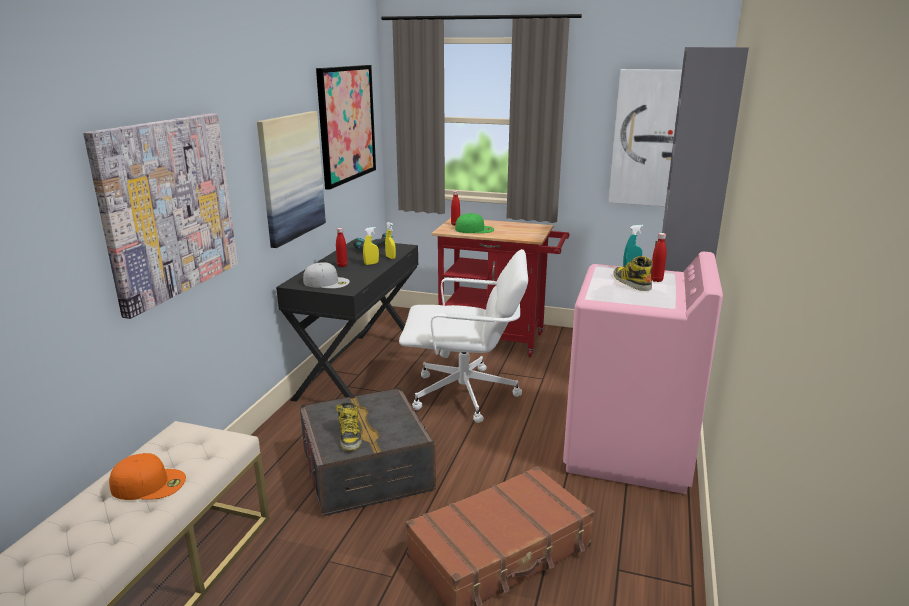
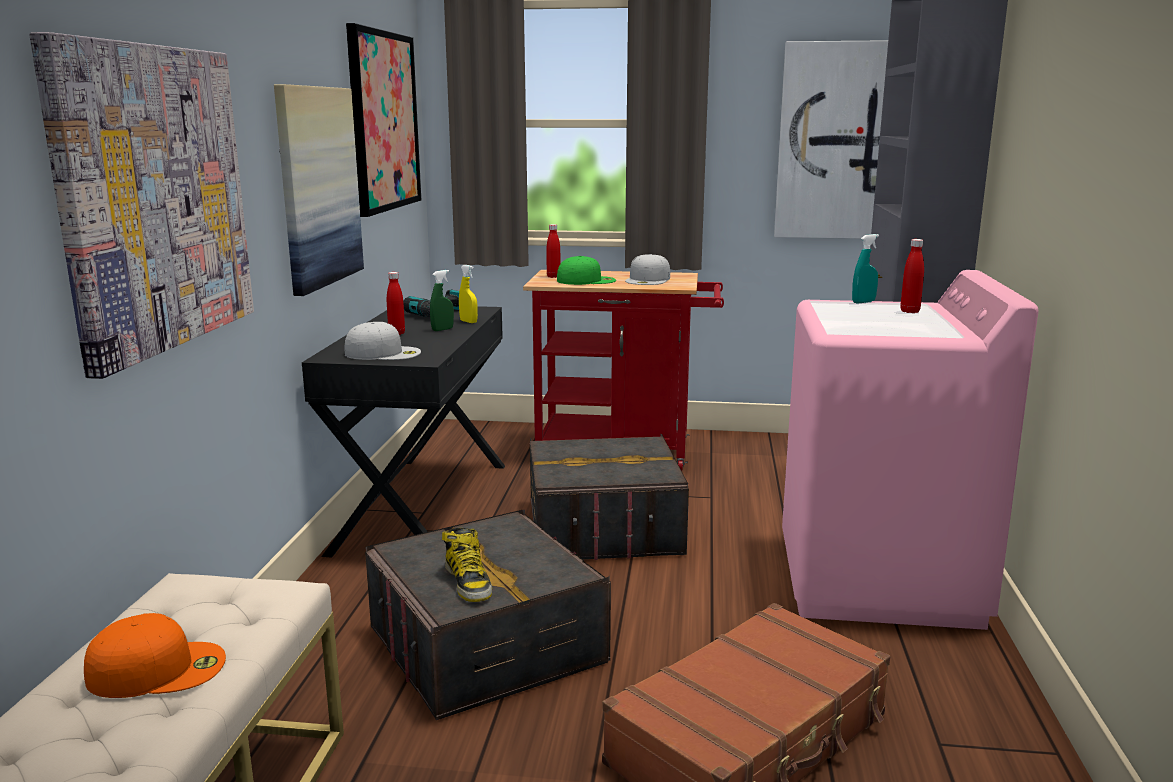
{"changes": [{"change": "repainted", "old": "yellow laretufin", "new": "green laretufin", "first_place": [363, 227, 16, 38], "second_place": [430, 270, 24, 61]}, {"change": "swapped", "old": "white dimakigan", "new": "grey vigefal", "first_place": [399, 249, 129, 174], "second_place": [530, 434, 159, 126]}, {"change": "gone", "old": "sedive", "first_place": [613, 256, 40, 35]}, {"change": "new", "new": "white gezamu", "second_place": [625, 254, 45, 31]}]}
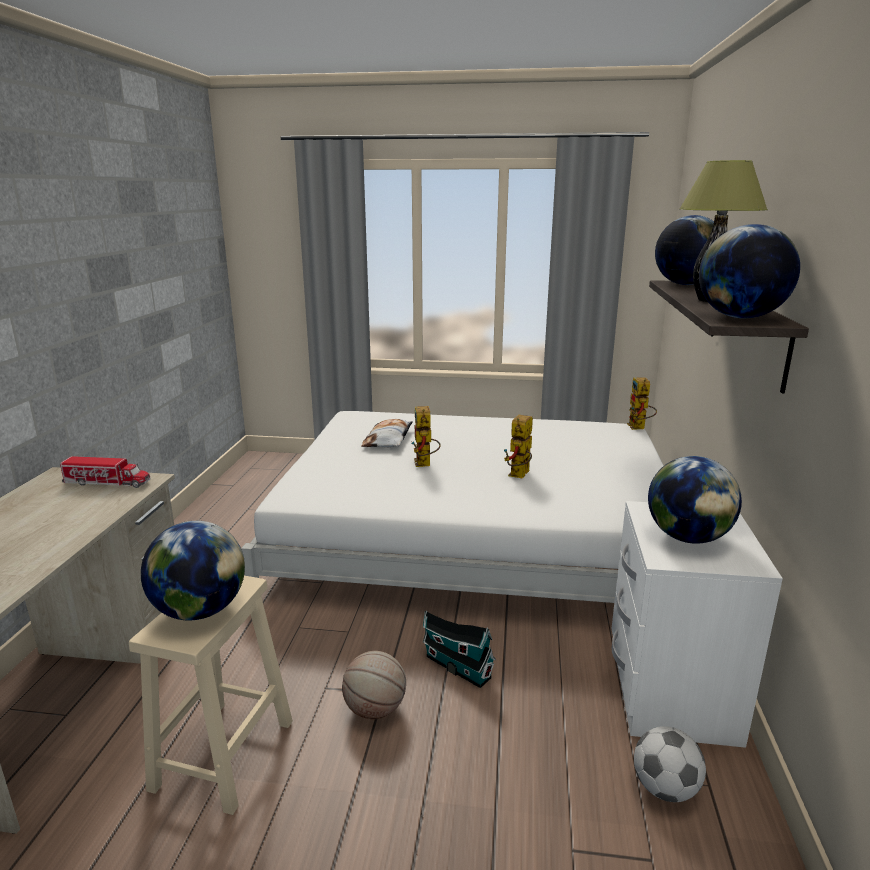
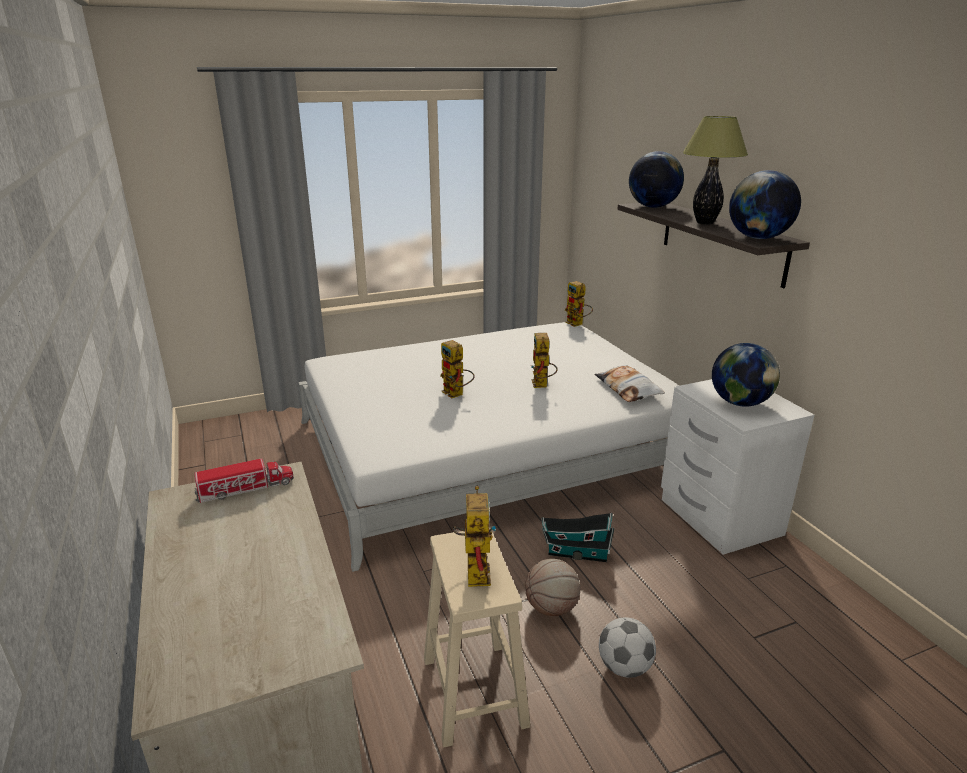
{"changes": [{"change": "shifted", "old": "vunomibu", "first_place": [361, 419, 52, 28], "second_place": [595, 365, 70, 37]}, {"change": "swapped", "old": "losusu", "new": "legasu", "first_place": [141, 521, 104, 99], "second_place": [452, 486, 44, 101]}, {"change": "shifted", "old": "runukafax", "first_place": [634, 726, 72, 76], "second_place": [599, 617, 57, 60]}]}
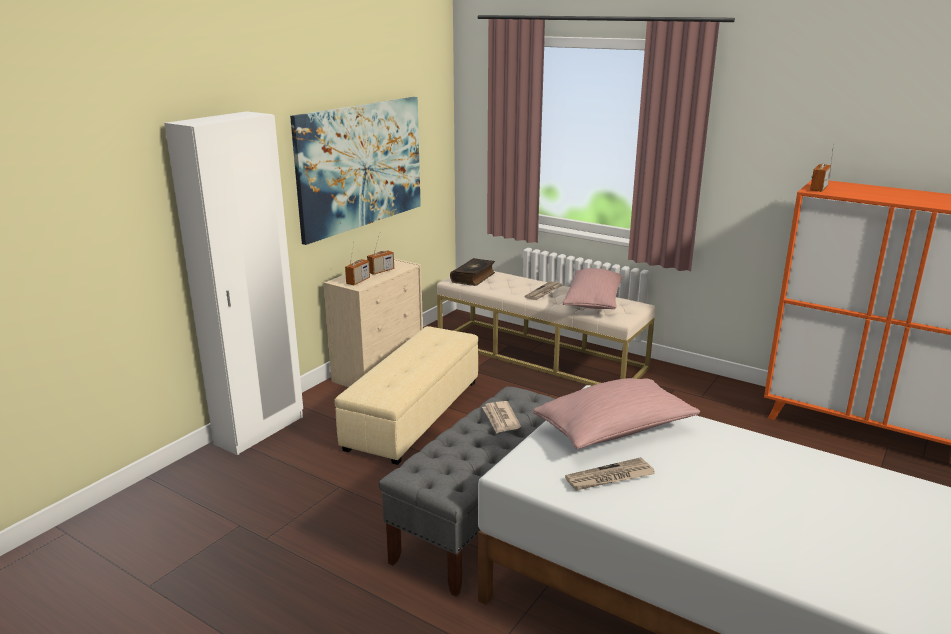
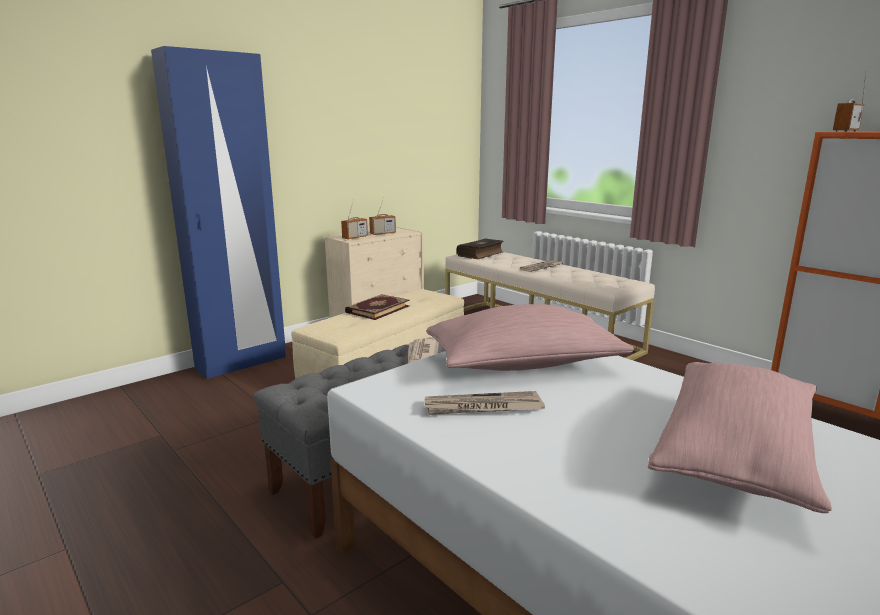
{"changes": [{"change": "gone", "old": "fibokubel", "first_place": [290, 97, 131, 148]}, {"change": "repainted", "old": "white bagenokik", "new": "blue bagenokik", "first_place": [164, 111, 139, 344], "second_place": [151, 46, 135, 333]}, {"change": "shifted", "old": "pink vunomibu", "first_place": [563, 268, 59, 41], "second_place": [648, 362, 184, 151]}, {"change": "new", "new": "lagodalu", "second_place": [345, 294, 65, 26]}]}
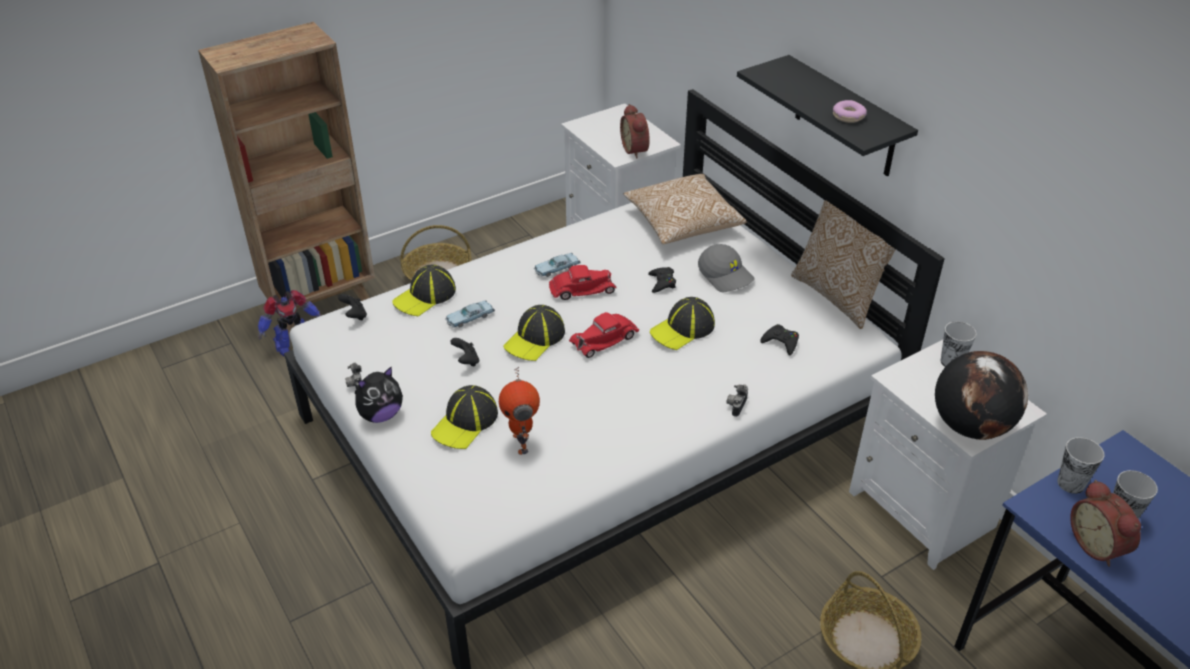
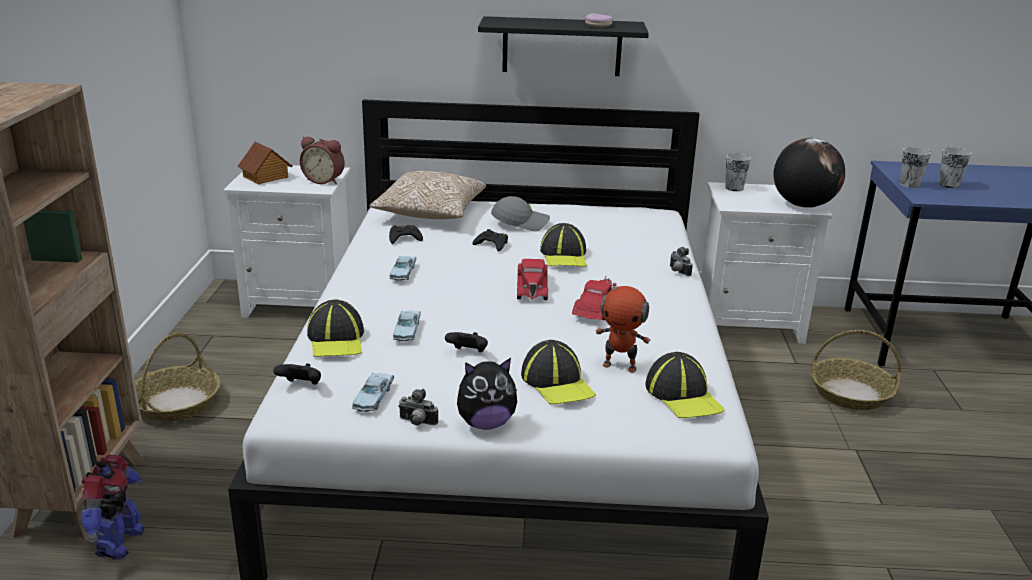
{"changes": [{"change": "gone", "old": "vunomibu", "first_place": [791, 200, 105, 129]}, {"change": "shifted", "old": "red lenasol", "first_place": [549, 265, 67, 35], "second_place": [572, 279, 48, 41]}, {"change": "shifted", "old": "gezamu", "first_place": [504, 305, 61, 56], "second_place": [646, 352, 79, 66]}, {"change": "shifted", "old": "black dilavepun", "first_place": [760, 324, 39, 31], "second_place": [389, 225, 34, 19]}, {"change": "rotated", "old": "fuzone", "first_place": [355, 367, 48, 56], "second_place": [457, 358, 60, 72], "degrees": 75}, {"change": "gone", "old": "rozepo", "first_place": [1070, 480, 71, 87]}, {"change": "new", "new": "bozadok", "second_place": [238, 141, 54, 43]}, {"change": "new", "new": "blue lenasol", "second_place": [352, 373, 42, 39]}]}
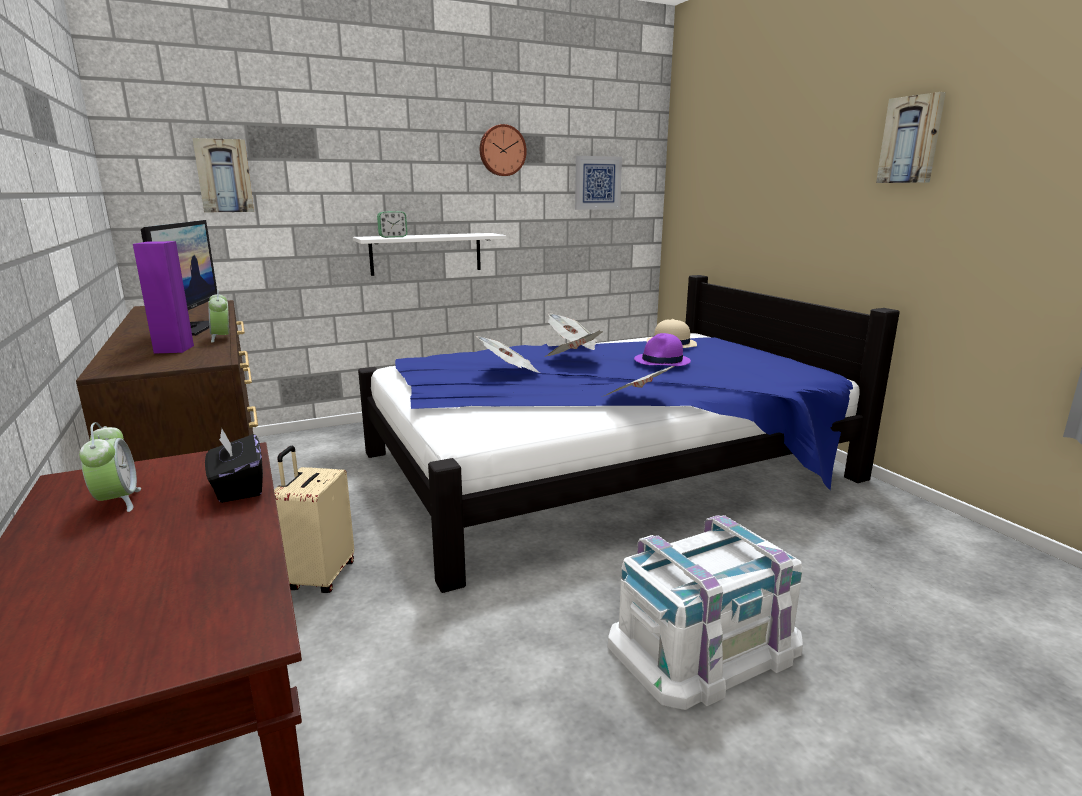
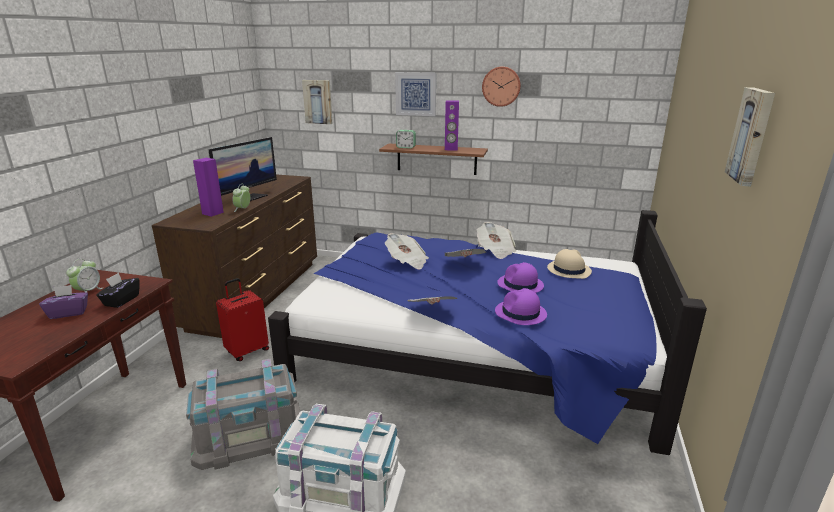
{"changes": [{"change": "shifted", "old": "fibokubel", "first_place": [575, 156, 47, 54], "second_place": [395, 72, 41, 44]}, {"change": "repainted", "old": "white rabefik", "new": "brown rabefik", "first_place": [353, 233, 154, 43], "second_place": [379, 143, 109, 32]}, {"change": "repainted", "old": "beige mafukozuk", "new": "red mafukozuk", "first_place": [274, 446, 80, 147], "second_place": [216, 278, 53, 83]}, {"change": "new", "new": "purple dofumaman", "second_place": [445, 100, 14, 51]}, {"change": "new", "new": "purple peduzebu", "second_place": [39, 285, 49, 34]}, {"change": "new", "new": "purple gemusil", "second_place": [495, 288, 52, 37]}, {"change": "new", "new": "grey vigefal", "second_place": [186, 358, 114, 112]}]}
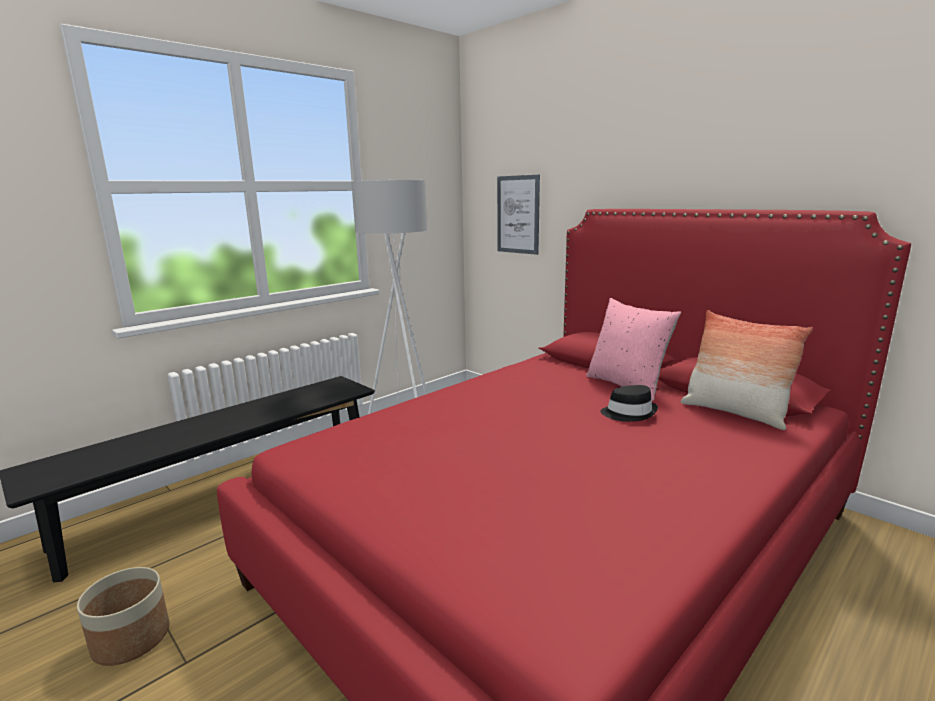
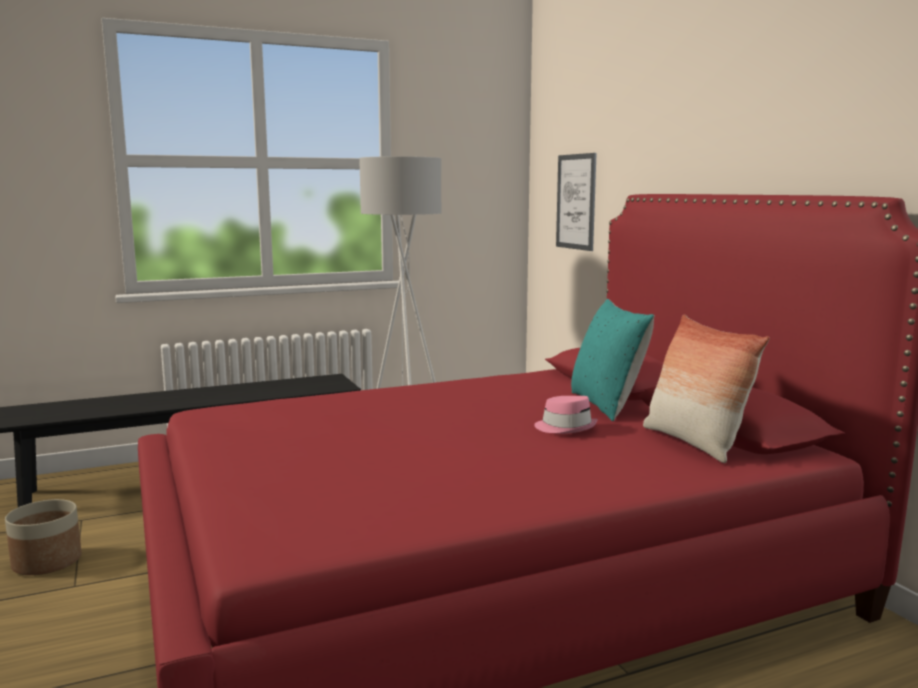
{"changes": [{"change": "repainted", "old": "pink vunomibu", "new": "turquoise vunomibu", "first_place": [586, 298, 95, 103], "second_place": [571, 299, 83, 122]}, {"change": "repainted", "old": "black gemusil", "new": "pink gemusil", "first_place": [600, 385, 58, 37], "second_place": [534, 396, 64, 38]}]}
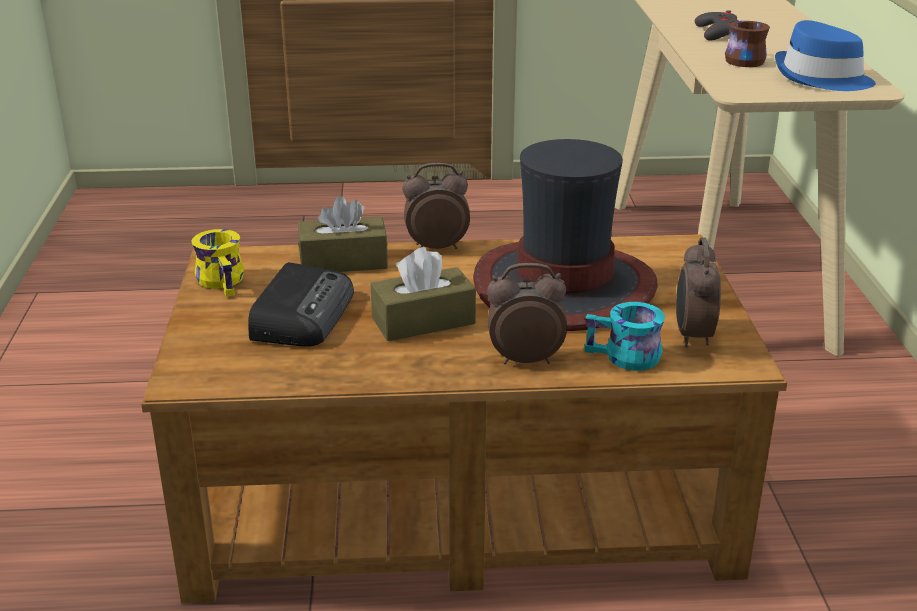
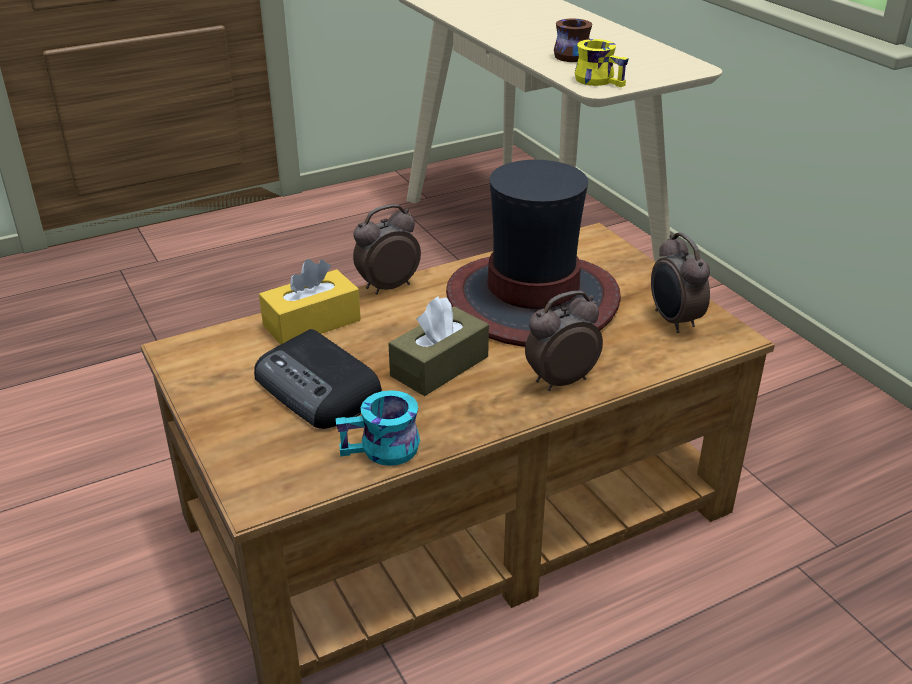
{"changes": [{"change": "gone", "old": "grey dilavepun", "first_place": [695, 10, 43, 31]}, {"change": "gone", "old": "blue gemusil", "first_place": [775, 20, 101, 71]}, {"change": "repainted", "old": "brown peduzebu", "new": "yellow peduzebu", "first_place": [298, 196, 90, 76], "second_place": [259, 259, 102, 86]}, {"change": "shifted", "old": "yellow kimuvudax", "first_place": [191, 229, 53, 68], "second_place": [575, 39, 54, 48]}, {"change": "rotated", "old": "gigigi", "first_place": [248, 262, 106, 84], "second_place": [254, 329, 128, 100], "degrees": 150}, {"change": "shifted", "old": "turquoise kimuvudax", "first_place": [585, 302, 80, 69], "second_place": [336, 390, 84, 76]}]}
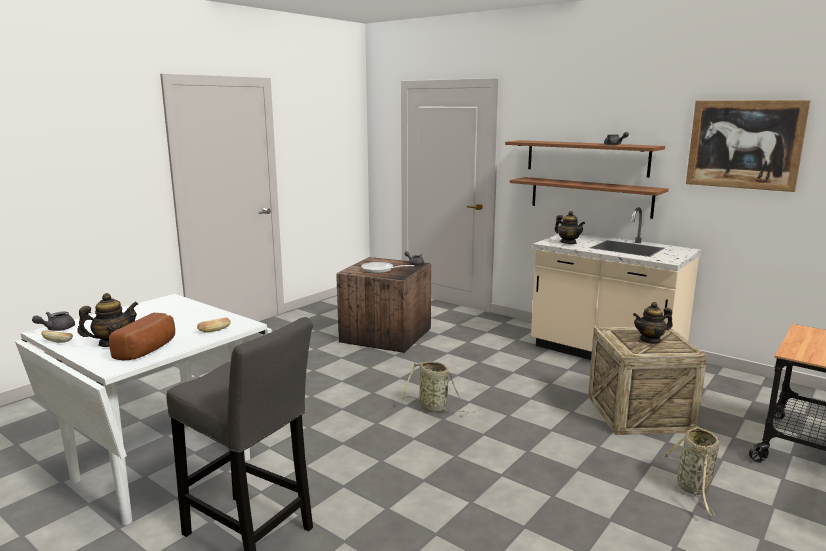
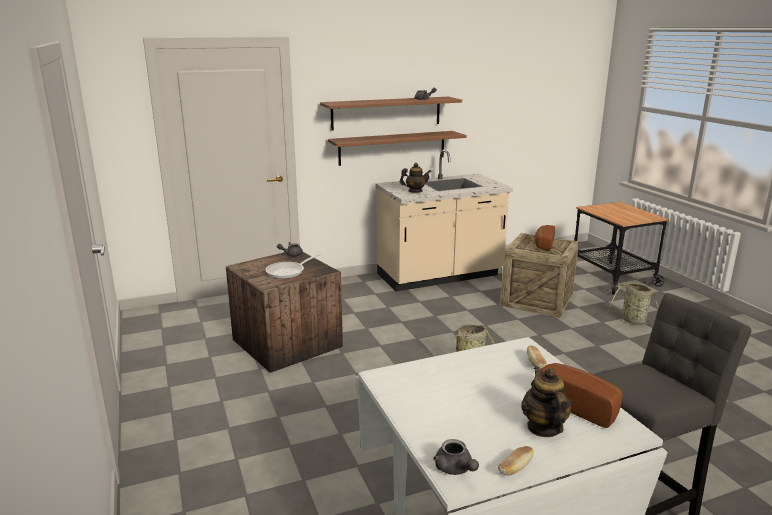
{"changes": [{"change": "gone", "old": "fibokubel", "first_place": [686, 100, 125, 92]}, {"change": "swapped", "old": "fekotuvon", "new": "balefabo", "first_place": [633, 302, 40, 42], "second_place": [534, 225, 21, 25]}]}
